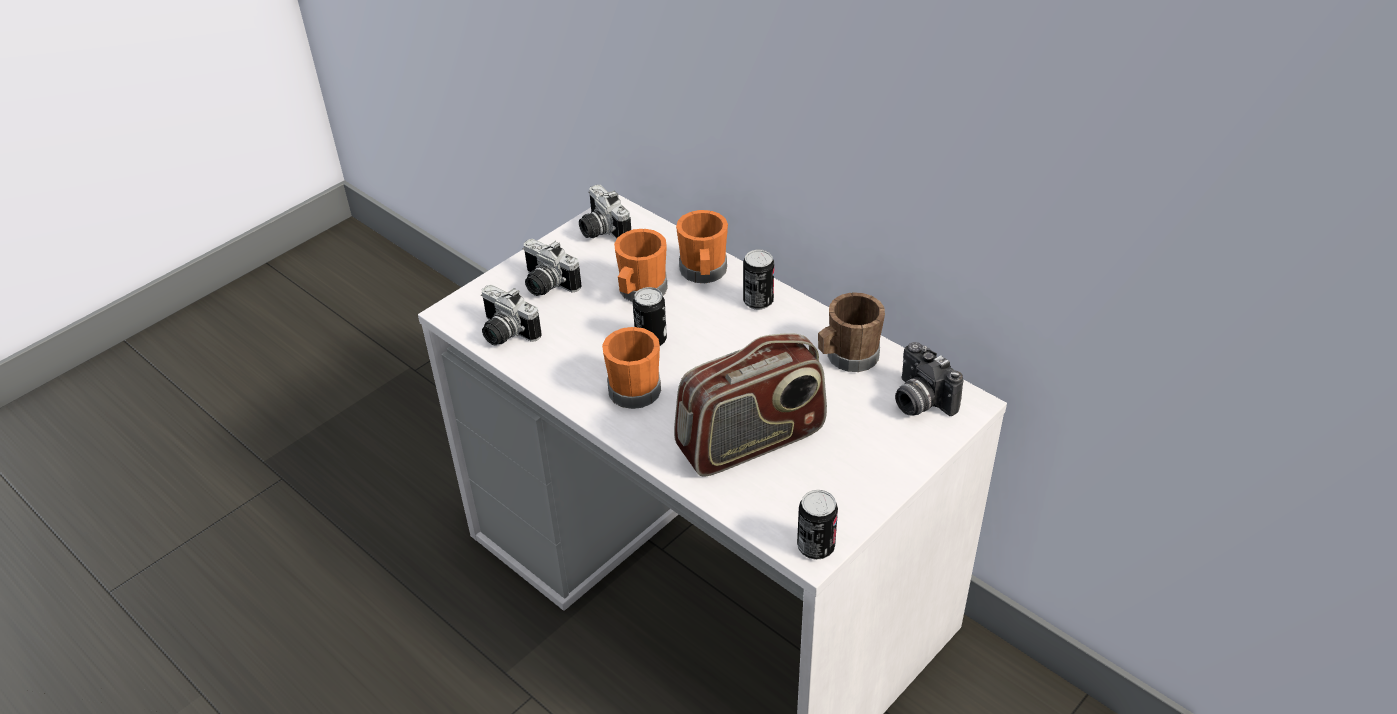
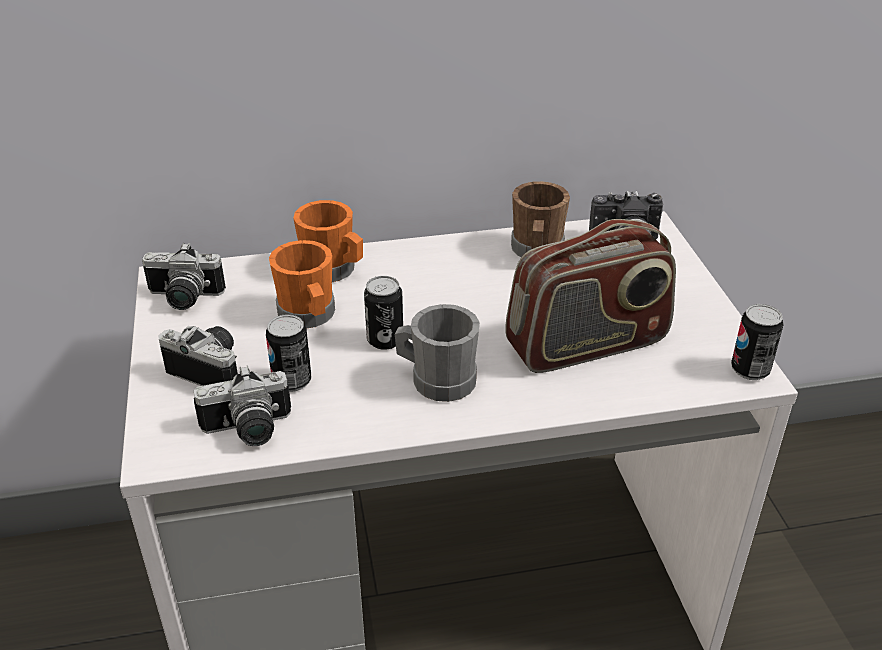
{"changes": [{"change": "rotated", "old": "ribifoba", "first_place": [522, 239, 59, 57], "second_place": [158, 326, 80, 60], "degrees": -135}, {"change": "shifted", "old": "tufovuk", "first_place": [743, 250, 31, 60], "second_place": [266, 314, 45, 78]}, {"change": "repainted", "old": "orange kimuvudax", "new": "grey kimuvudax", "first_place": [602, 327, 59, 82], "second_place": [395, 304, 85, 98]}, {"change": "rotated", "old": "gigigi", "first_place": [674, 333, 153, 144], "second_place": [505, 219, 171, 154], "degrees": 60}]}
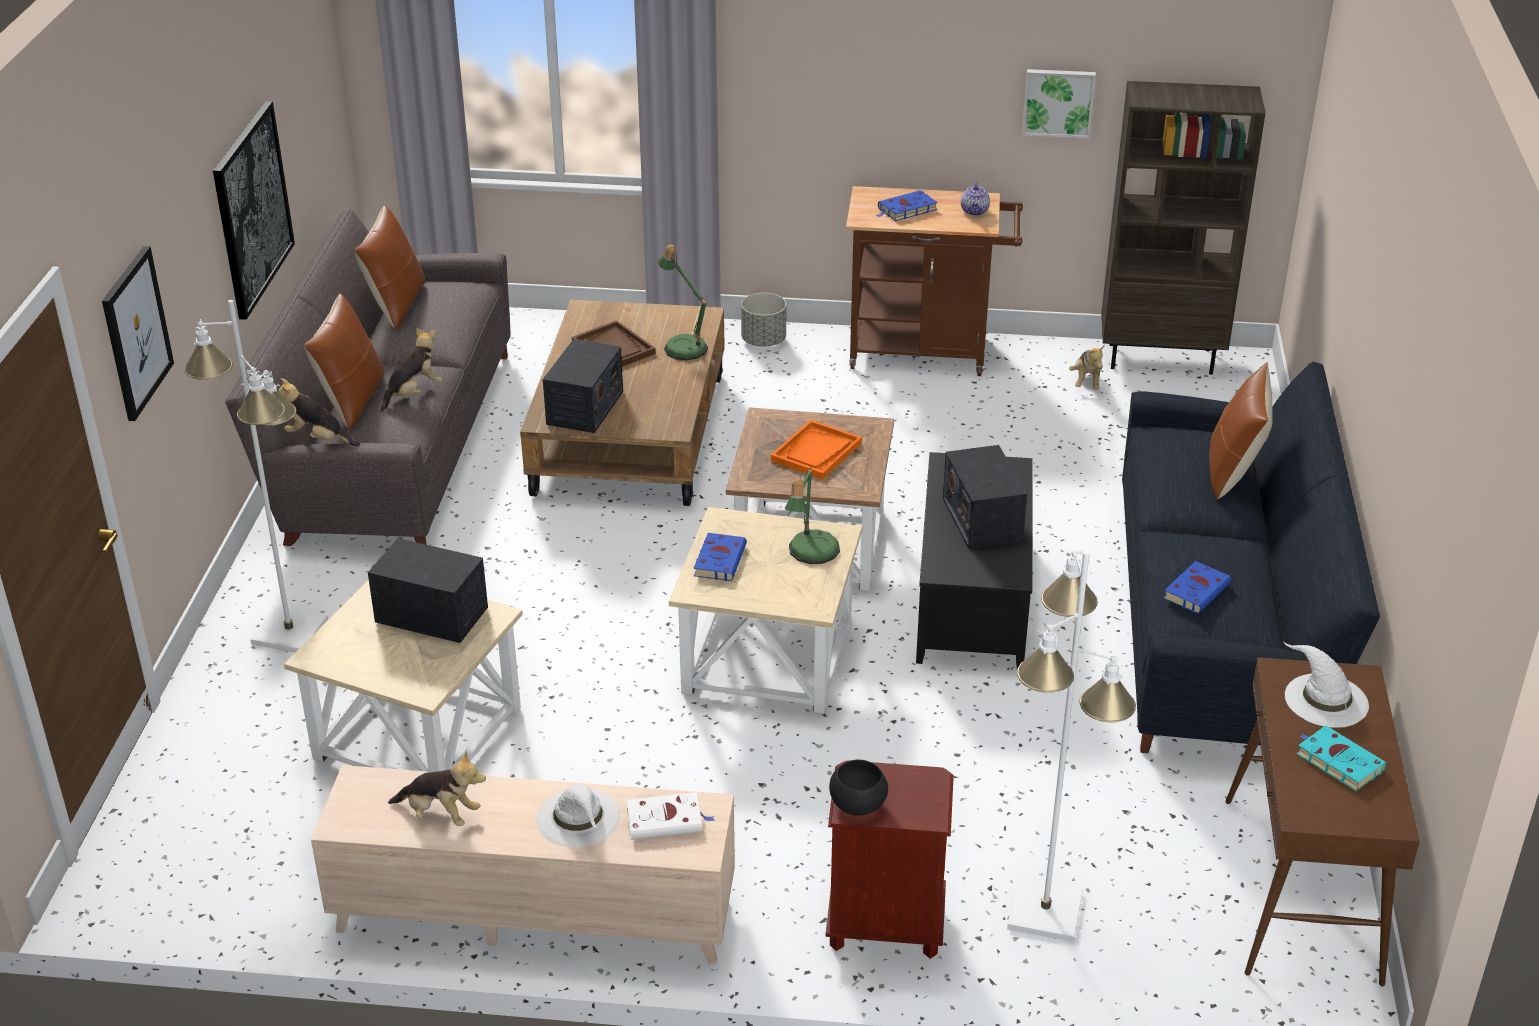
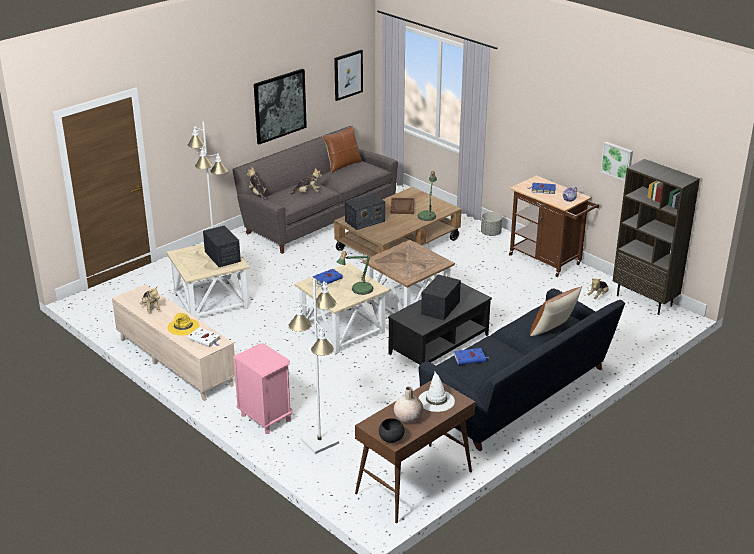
{"changes": [{"change": "shifted", "old": "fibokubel", "first_place": [102, 246, 72, 175], "second_place": [334, 50, 29, 51]}, {"change": "gone", "old": "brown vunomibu", "first_place": [304, 293, 80, 136]}, {"change": "gone", "old": "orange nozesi", "first_place": [771, 420, 91, 60]}, {"change": "swapped", "old": "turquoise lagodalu", "new": "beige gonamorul", "first_place": [1297, 726, 89, 65], "second_place": [394, 387, 29, 36]}, {"change": "shifted", "old": "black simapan", "first_place": [829, 759, 59, 56], "second_place": [379, 418, 26, 25]}, {"change": "repainted", "old": "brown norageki", "new": "pink norageki", "first_place": [826, 760, 128, 199], "second_place": [233, 344, 59, 90]}, {"change": "repainted", "old": "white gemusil", "new": "yellow gemusil", "first_place": [536, 784, 84, 63], "second_place": [167, 313, 33, 23]}]}
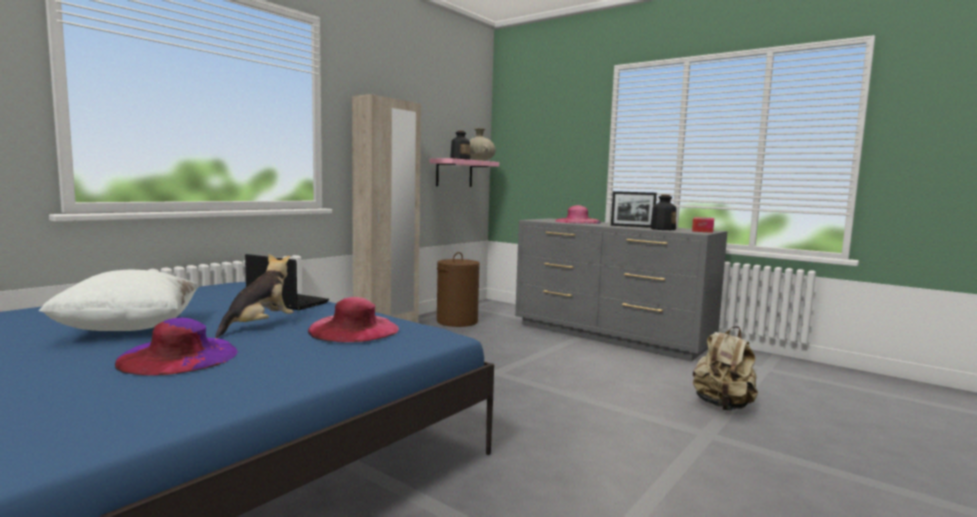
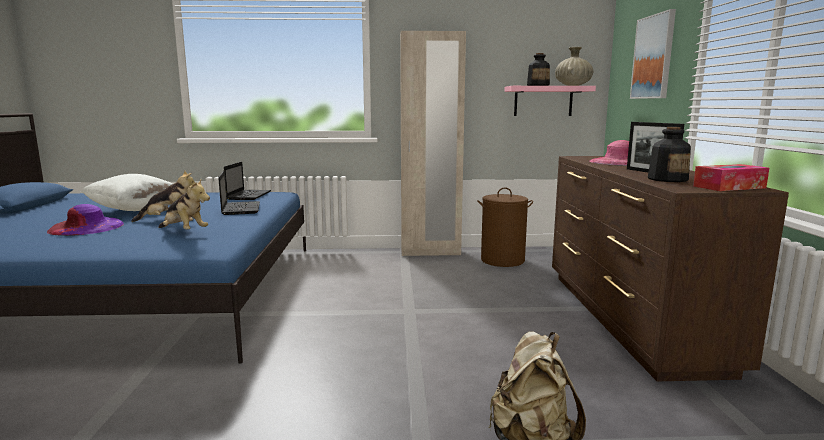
{"changes": [{"change": "repainted", "old": "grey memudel", "new": "brown memudel", "first_place": [515, 218, 212, 143], "second_place": [552, 156, 237, 225]}, {"change": "swapped", "old": "pink gemusil", "new": "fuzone", "first_place": [308, 297, 91, 45], "second_place": [158, 179, 52, 50]}, {"change": "new", "new": "fibokubel", "second_place": [630, 9, 46, 90]}, {"change": "new", "new": "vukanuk", "second_place": [224, 162, 47, 38]}]}
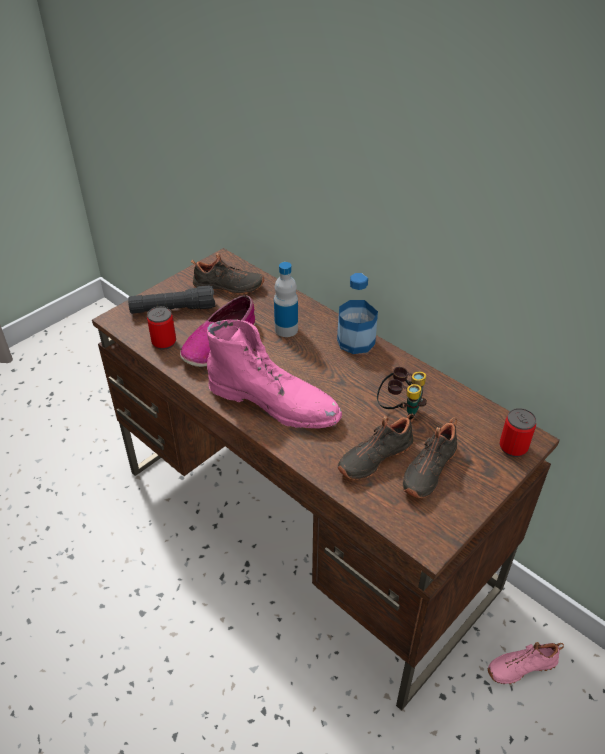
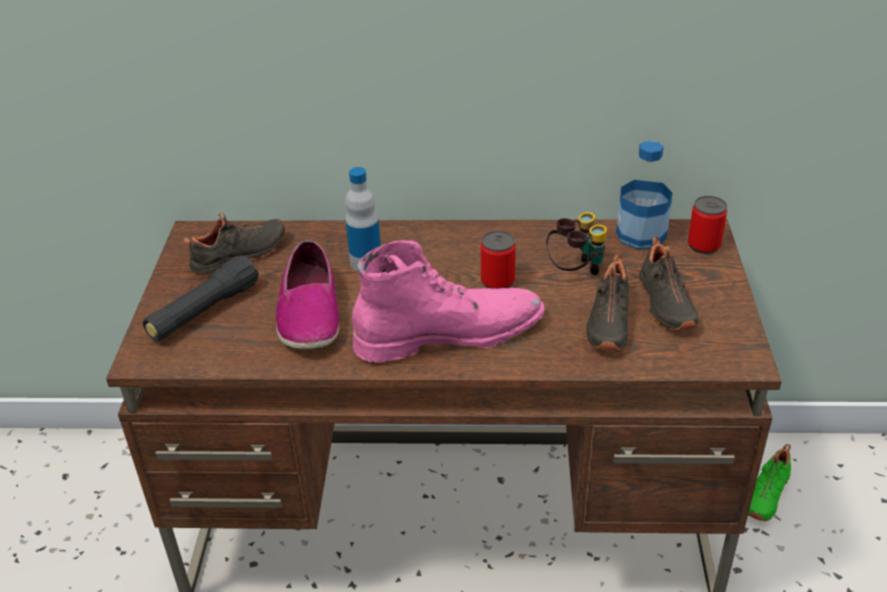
{"changes": [{"change": "shifted", "old": "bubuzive", "first_place": [337, 273, 41, 81], "second_place": [616, 141, 56, 109]}, {"change": "shifted", "old": "tufovuk", "first_place": [147, 306, 29, 44], "second_place": [481, 231, 35, 58]}, {"change": "repainted", "old": "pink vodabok", "new": "green vodabok", "first_place": [487, 642, 77, 42], "second_place": [748, 444, 43, 77]}]}
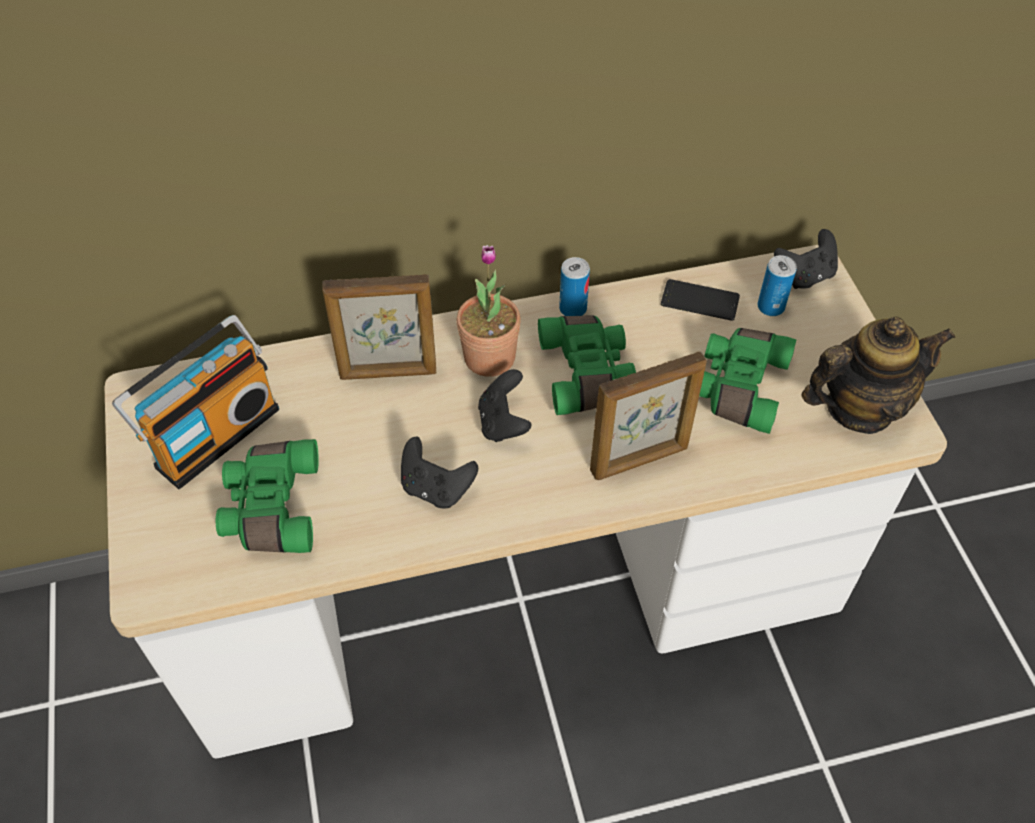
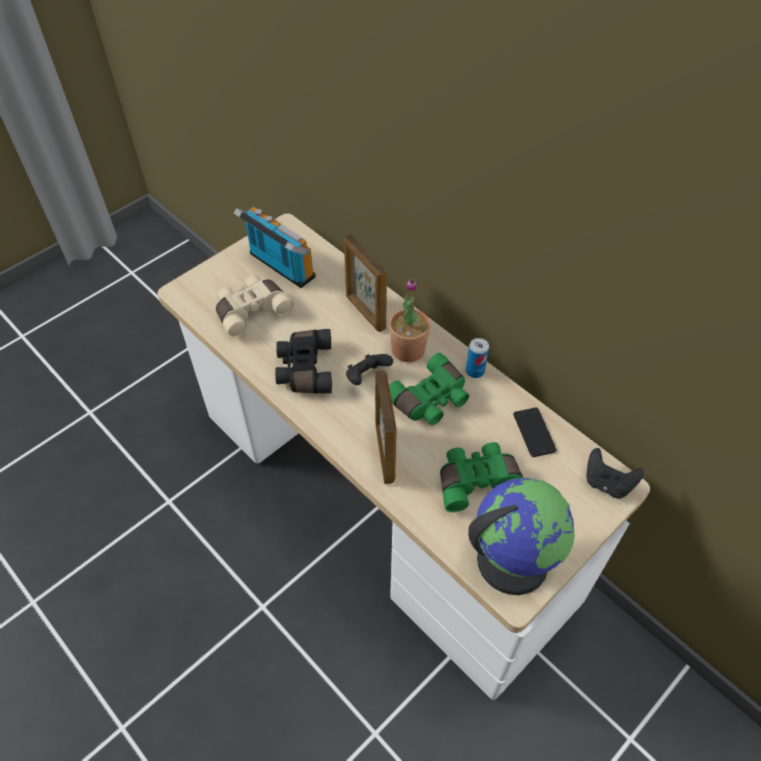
{"changes": [{"change": "gone", "old": "tufovuk", "first_place": [757, 255, 40, 61]}, {"change": "rotated", "old": "gigigi", "first_place": [112, 315, 167, 174], "second_place": [234, 207, 82, 81], "degrees": -150}, {"change": "swapped", "old": "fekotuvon", "new": "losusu", "first_place": [801, 317, 154, 117], "second_place": [468, 478, 107, 117]}, {"change": "rotated", "old": "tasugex", "first_place": [590, 351, 117, 129], "second_place": [375, 370, 22, 114], "degrees": -135}, {"change": "swapped", "old": "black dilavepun", "new": "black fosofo", "first_place": [401, 437, 77, 71], "second_place": [275, 329, 57, 65]}, {"change": "repainted", "old": "green fosofo", "new": "beige fosofo", "first_place": [216, 439, 103, 114], "second_place": [216, 275, 77, 62]}]}
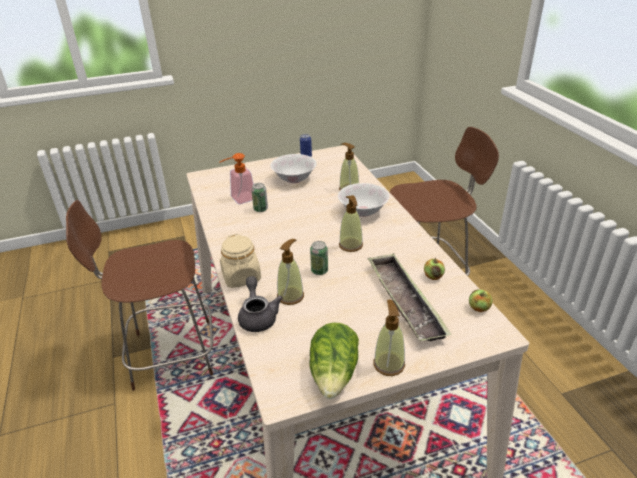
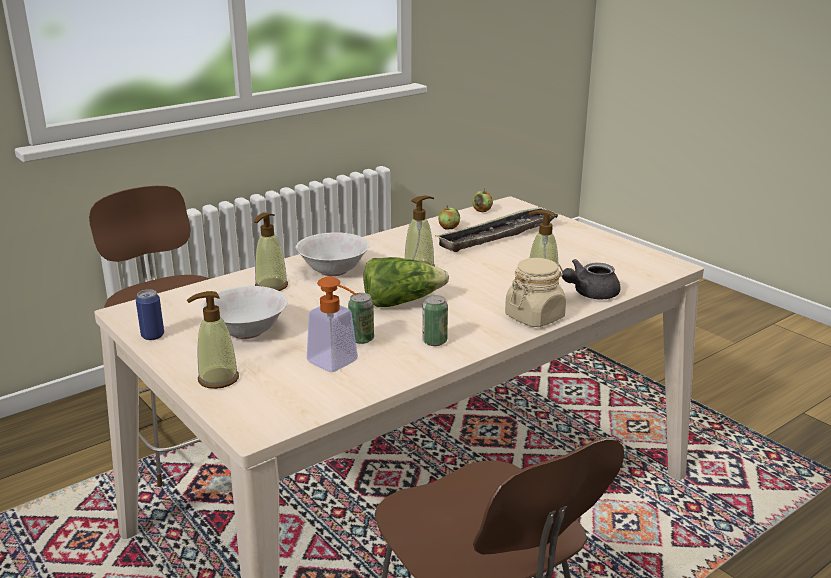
{"changes": [{"change": "shifted", "old": "tufovuk", "first_place": [310, 241, 18, 34], "second_place": [422, 295, 26, 51]}, {"change": "shifted", "old": "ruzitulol", "first_place": [373, 299, 32, 77], "second_place": [187, 291, 52, 98]}, {"change": "shifted", "old": "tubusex", "first_place": [309, 322, 50, 77], "second_place": [363, 257, 86, 50]}]}
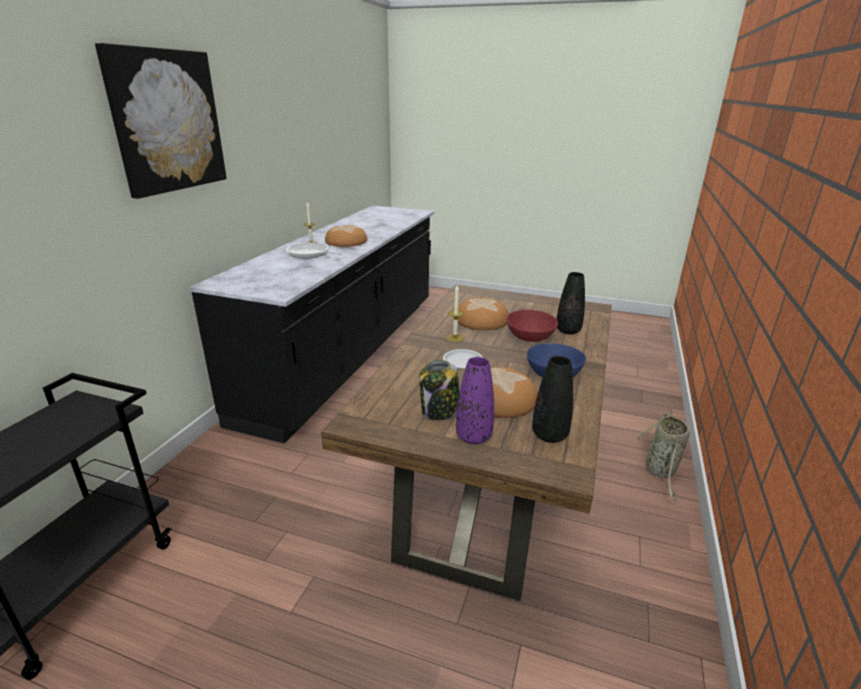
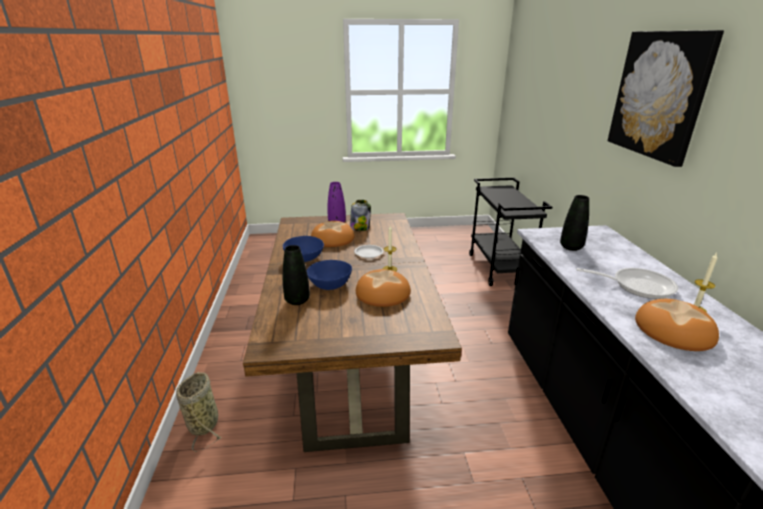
{"changes": [{"change": "repainted", "old": "red simapan", "new": "blue simapan", "first_place": [507, 310, 51, 32], "second_place": [307, 260, 45, 30]}, {"change": "shifted", "old": "black gonamorul", "first_place": [532, 356, 41, 87], "second_place": [560, 195, 29, 56]}]}
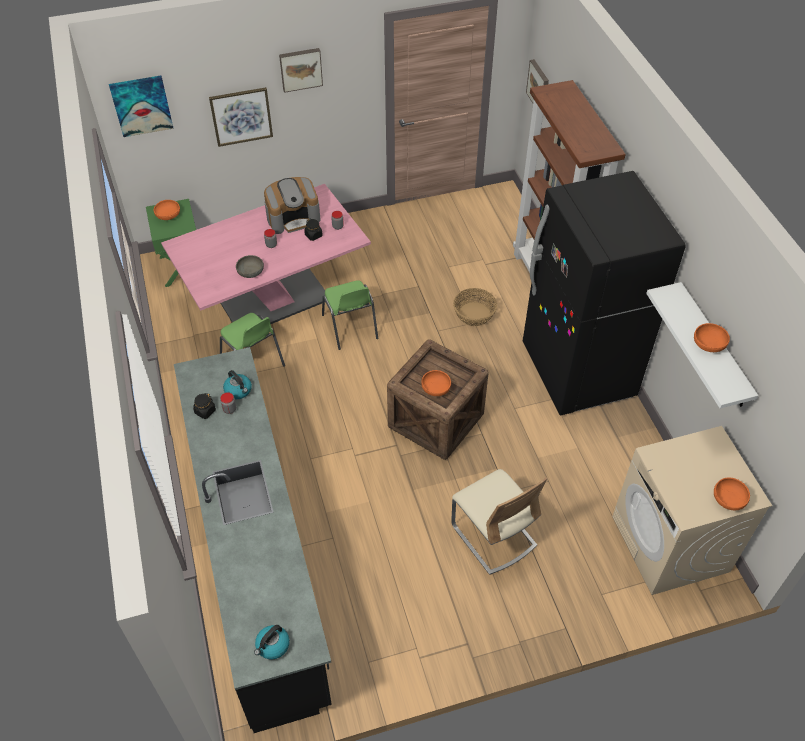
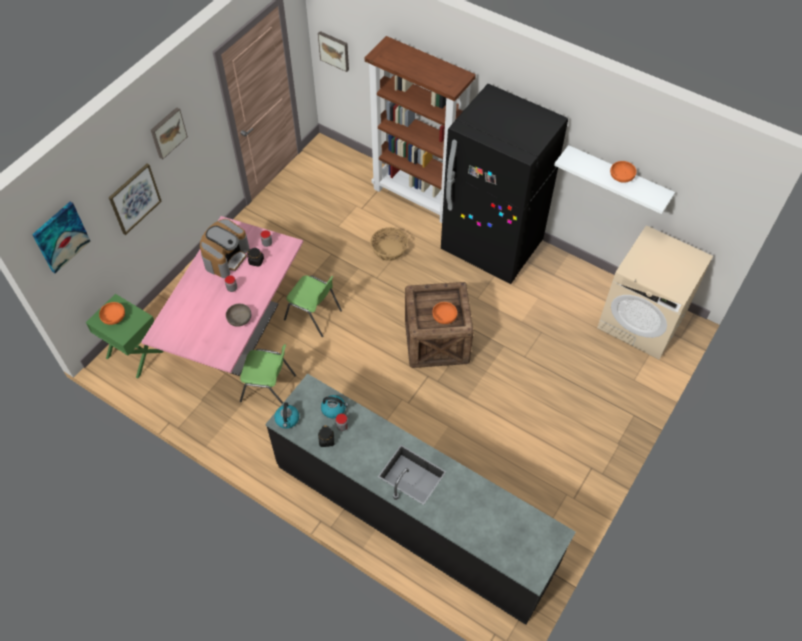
{"changes": [{"change": "gone", "old": "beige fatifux", "first_place": [451, 469, 96, 106]}, {"change": "gone", "old": "orange simapan", "first_place": [714, 478, 36, 32]}, {"change": "shifted", "old": "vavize", "first_place": [254, 625, 36, 34], "second_place": [274, 402, 25, 26]}]}
